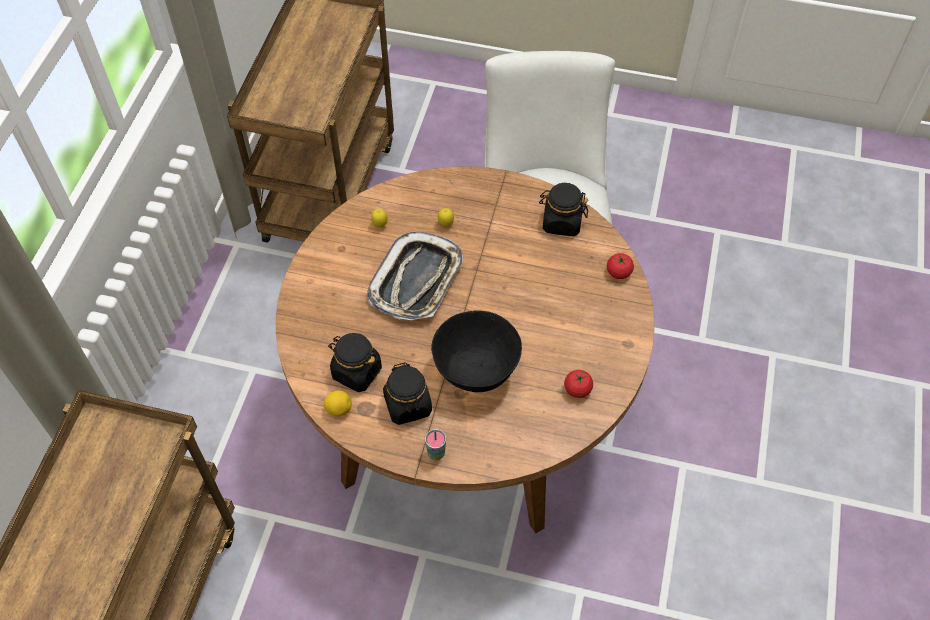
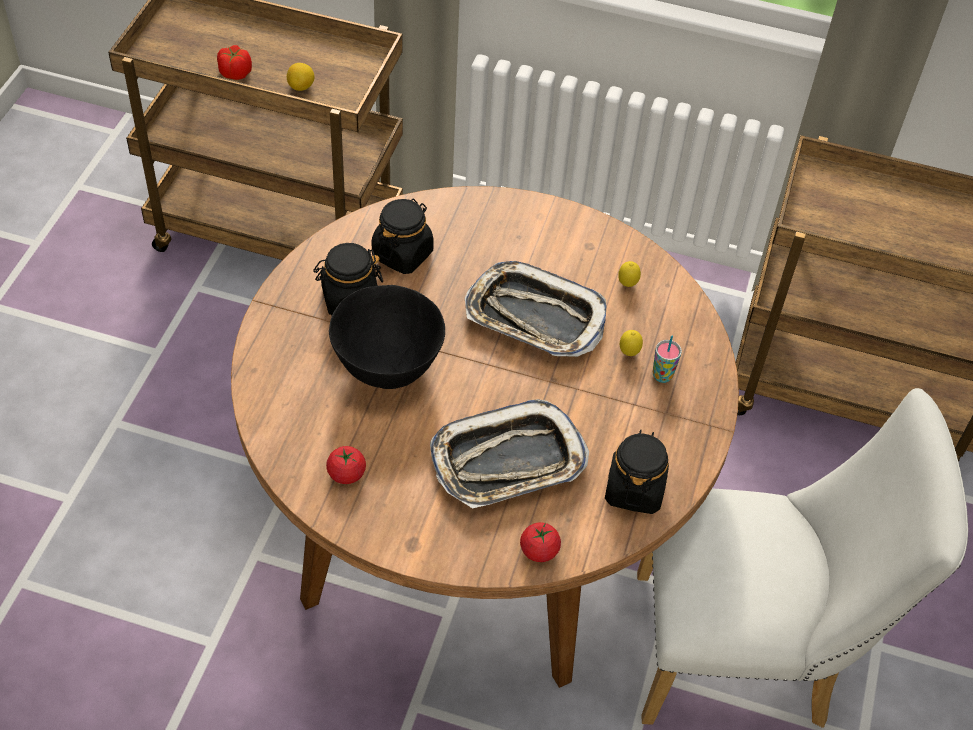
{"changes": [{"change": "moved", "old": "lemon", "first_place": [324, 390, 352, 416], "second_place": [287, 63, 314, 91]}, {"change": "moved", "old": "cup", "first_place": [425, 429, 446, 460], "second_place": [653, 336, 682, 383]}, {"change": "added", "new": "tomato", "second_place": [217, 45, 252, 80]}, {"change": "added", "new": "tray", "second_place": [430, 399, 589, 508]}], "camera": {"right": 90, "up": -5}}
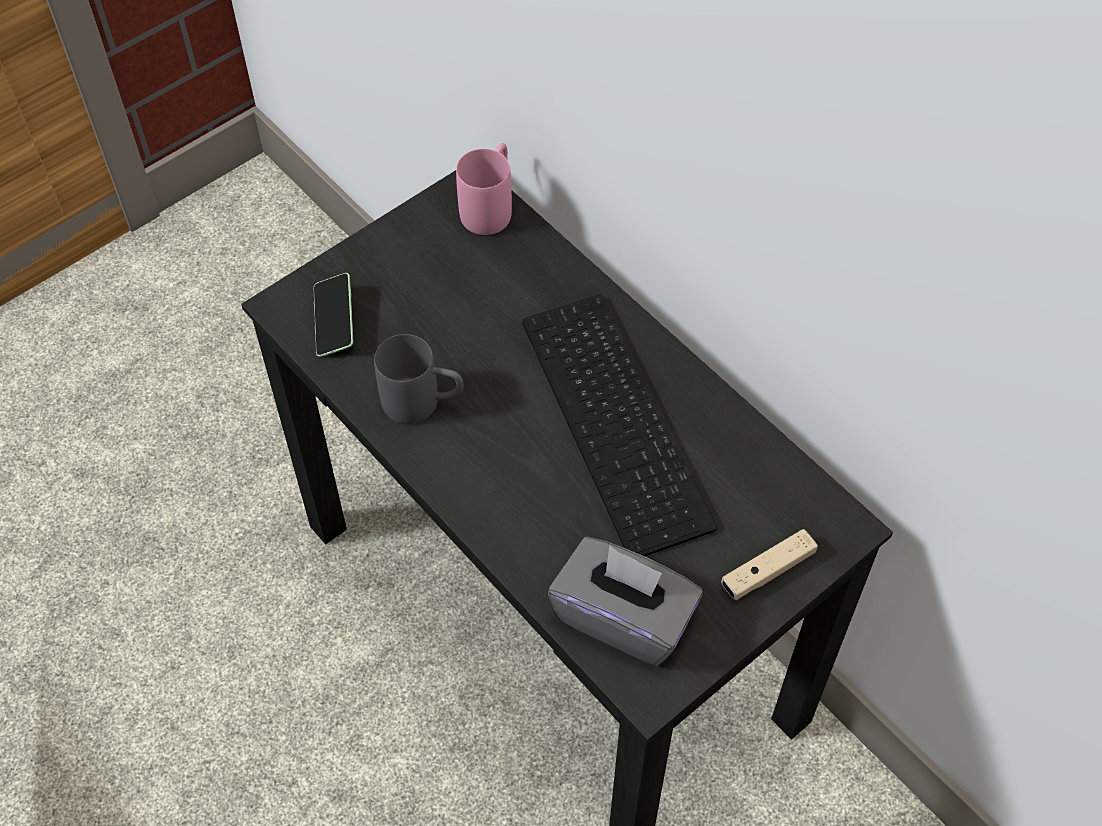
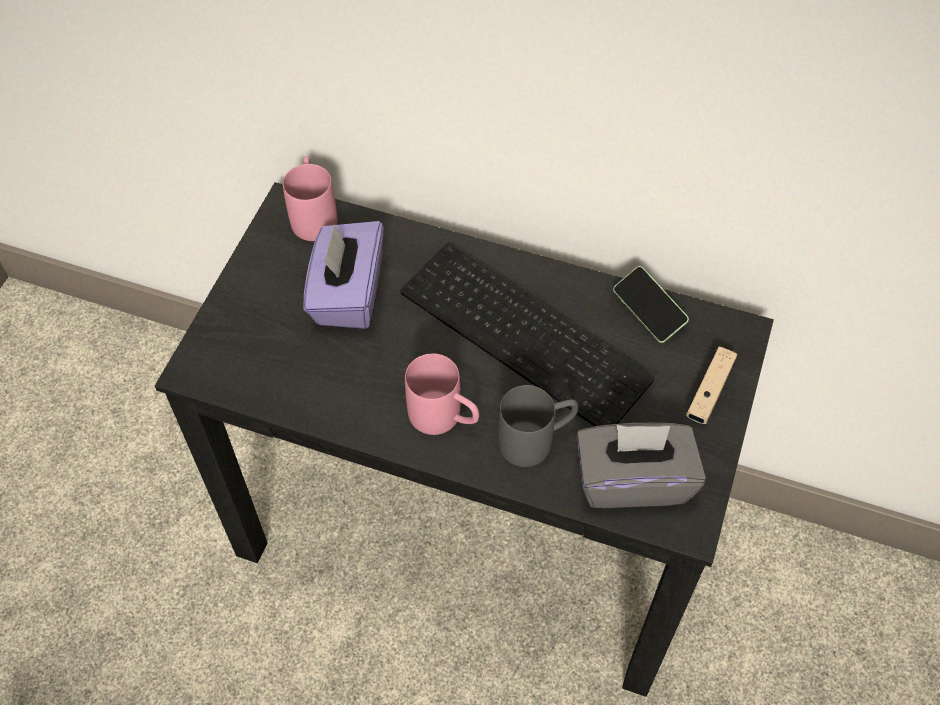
{"changes": [{"change": "moved", "old": "phone", "first_place": [313, 273, 353, 357], "second_place": [613, 266, 689, 343]}, {"change": "moved", "old": "mug/grey", "first_place": [374, 334, 464, 424], "second_place": [498, 385, 578, 467]}, {"change": "added", "new": "tissue box/purple", "second_place": [304, 221, 383, 329]}, {"change": "added", "new": "mug/pink", "second_place": [405, 353, 479, 435]}], "camera": {"right": -30, "up": 0}}
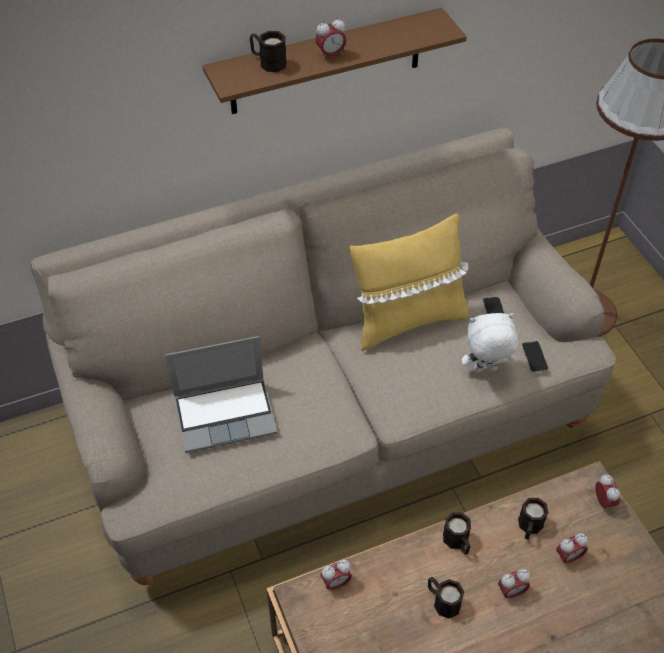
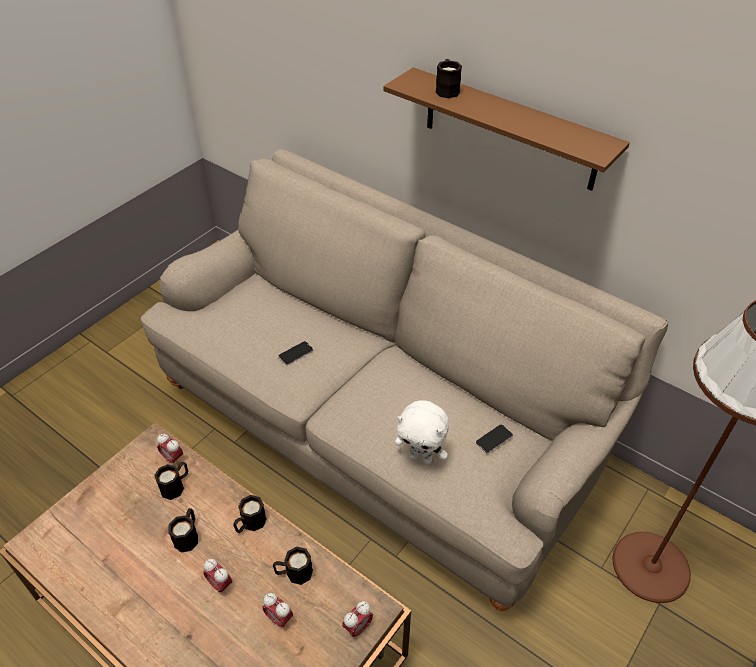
{"changes": [{"change": "removed", "old": "alarm clock", "first_place": [315, 17, 347, 60]}, {"change": "removed", "old": "pillow/yellow", "first_place": [349, 214, 469, 351]}, {"change": "turned", "old": "plush toy/white", "first_place": [461, 313, 518, 372], "second_place": [395, 400, 449, 465], "degrees": 150}, {"change": "removed", "old": "laptop", "first_place": [166, 336, 277, 453]}, {"change": "moved", "old": "phone", "first_place": [522, 341, 548, 373], "second_place": [278, 341, 313, 365]}, {"change": "added", "new": "mug/black", "second_place": [154, 462, 188, 500]}], "camera": {"right": 60, "up": -5}}
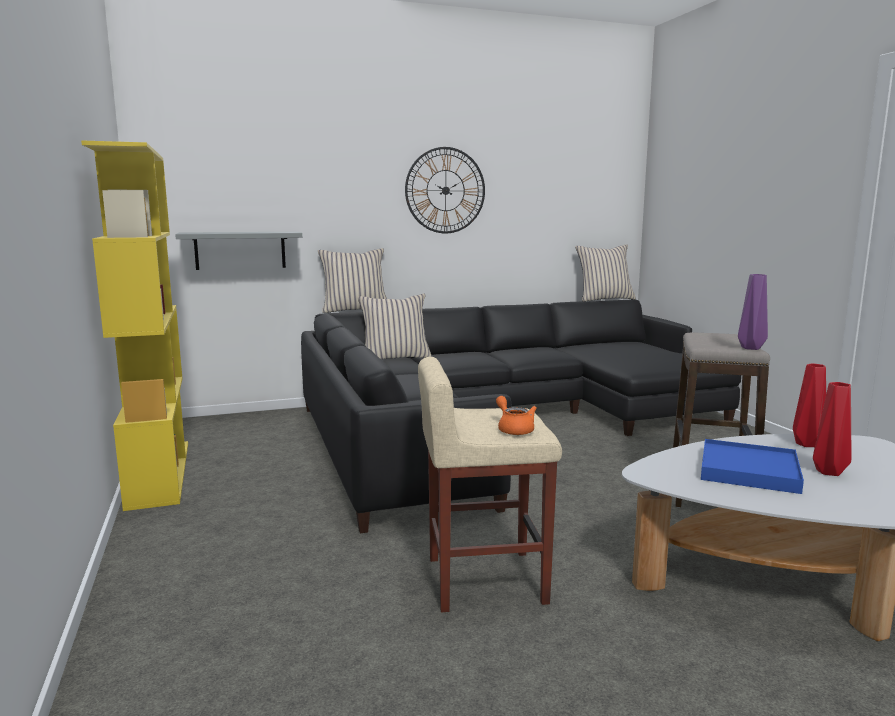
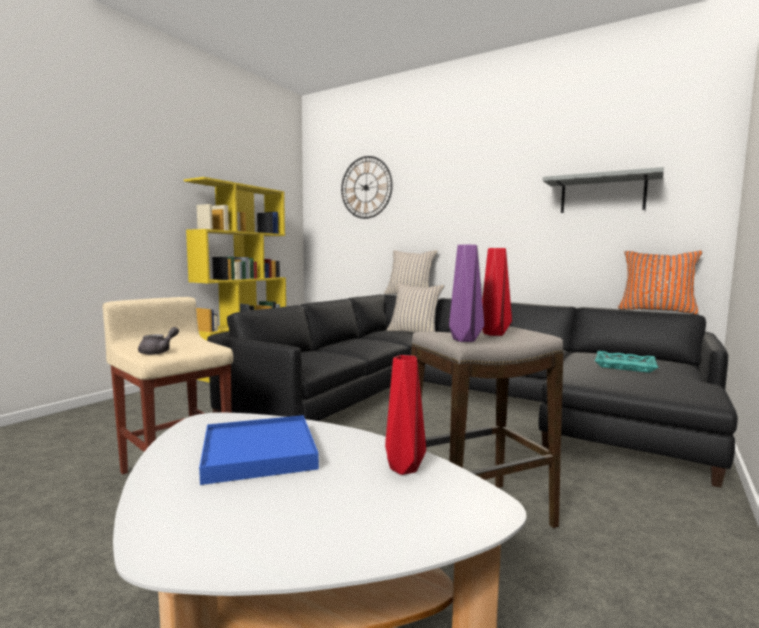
{"changes": [{"change": "moved", "old": "wall clock", "first_place": [405, 147, 485, 234], "second_place": [341, 156, 393, 219]}, {"change": "moved", "old": "shelf/grey", "first_place": [175, 232, 302, 270], "second_place": [543, 167, 664, 213]}, {"change": "recoloured", "old": "pillow/beige", "new": "pillow/orange", "first_place": [575, 244, 636, 302], "second_place": [618, 251, 703, 315]}, {"change": "moved", "old": "vase/red", "first_place": [813, 382, 851, 476], "second_place": [482, 248, 512, 336]}, {"change": "recoloured", "old": "teapot/orange", "new": "teapot/grey", "first_place": [496, 396, 537, 435], "second_place": [138, 327, 179, 355]}, {"change": "added", "new": "tray/turquoise", "second_place": [595, 351, 659, 373]}], "camera": {"right": 50, "up": -5}}
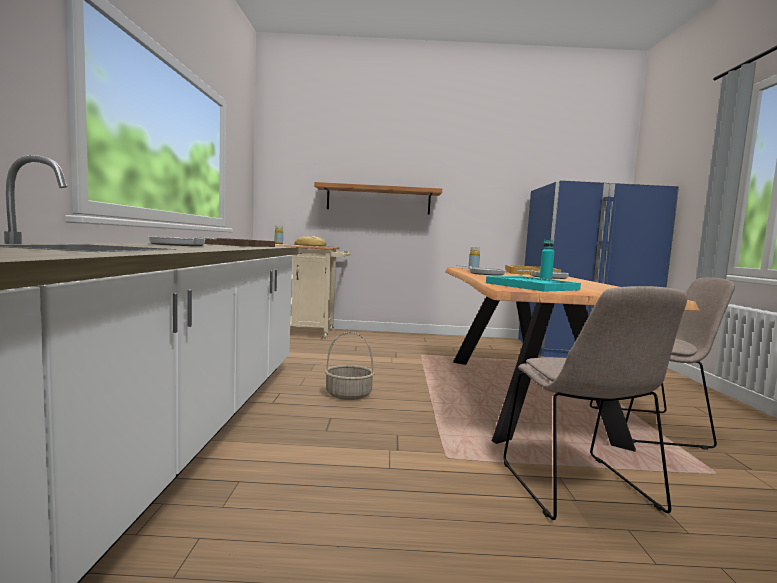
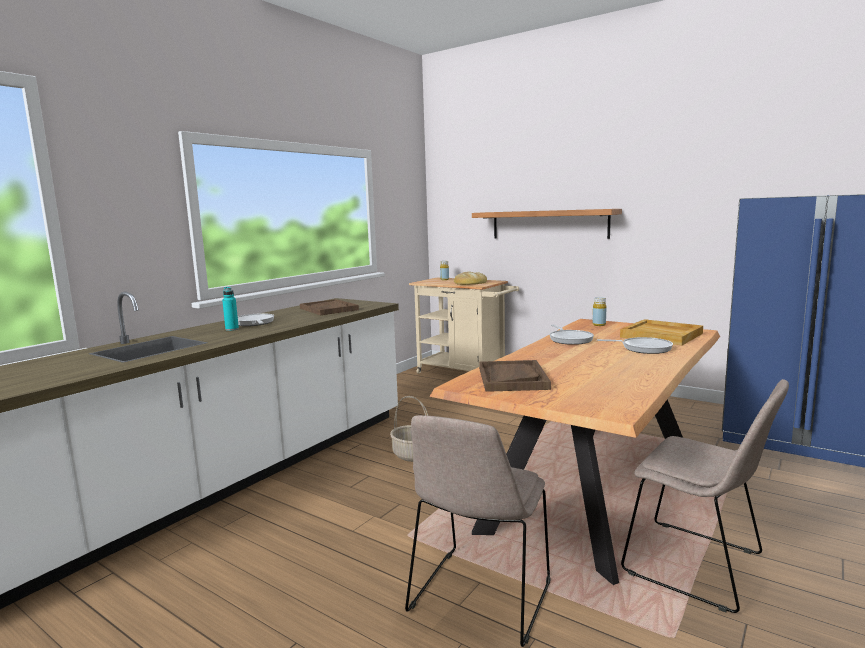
{"changes": [{"change": "moved", "old": "bottle/turquoise", "first_place": [540, 240, 555, 280], "second_place": [222, 287, 239, 331]}, {"change": "recoloured", "old": "tray/turquoise", "new": "tray/brown", "first_place": [486, 276, 581, 292], "second_place": [479, 360, 551, 392]}], "camera": {"right": 35, "up": 5}}
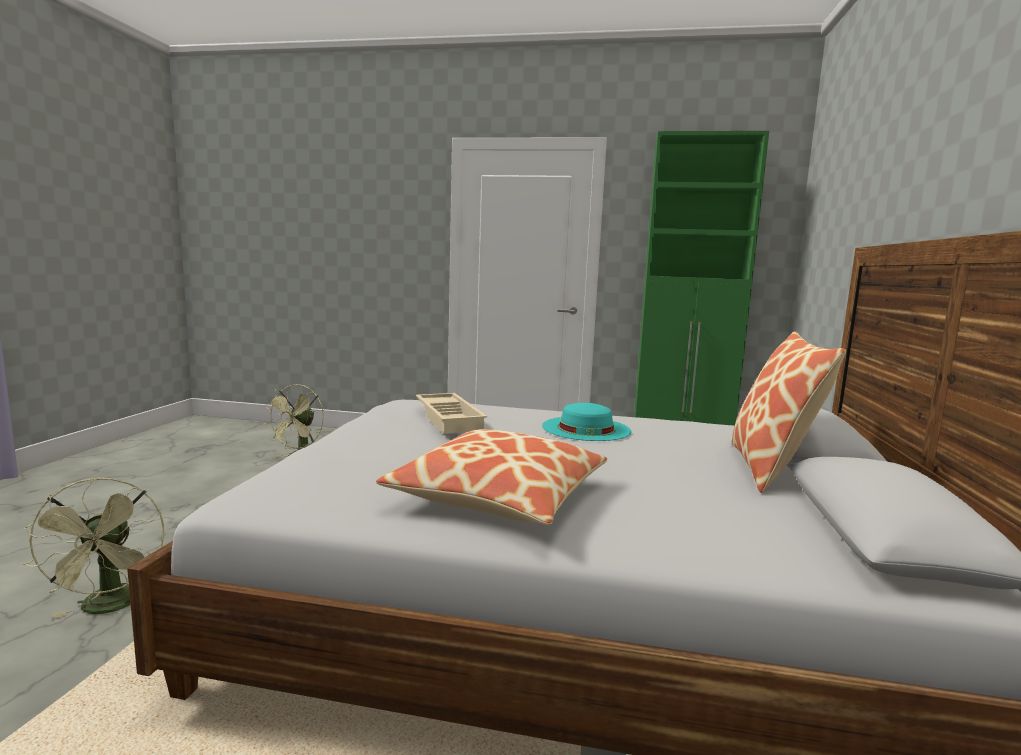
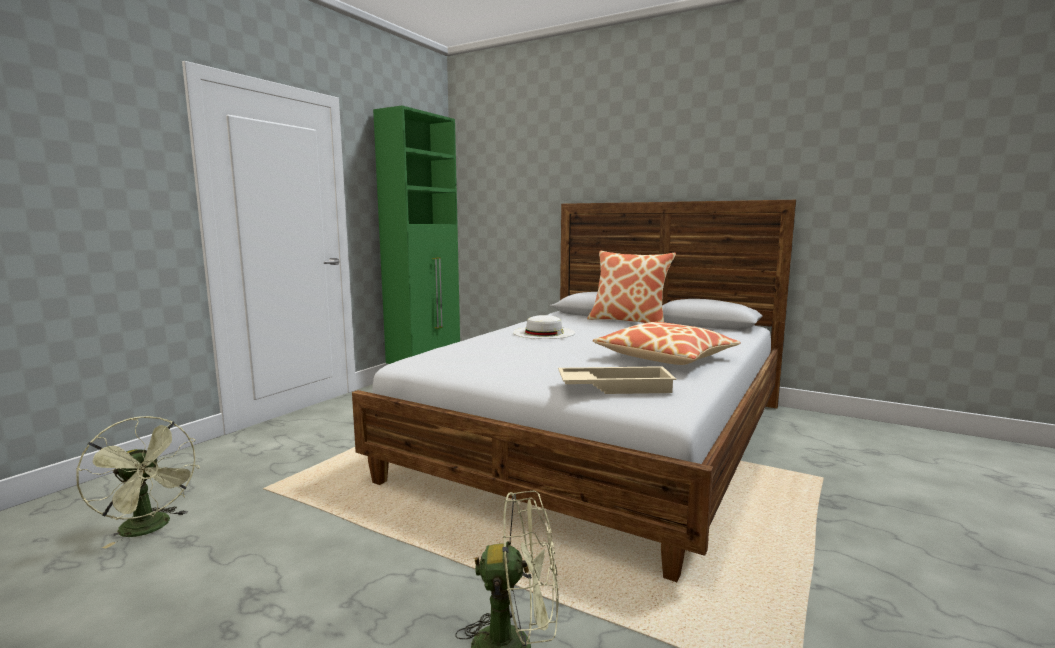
{"changes": [{"change": "moved", "old": "tray/beige", "first_place": [416, 393, 487, 434], "second_place": [558, 366, 676, 394]}, {"change": "recoloured", "old": "hat/turquoise", "new": "hat/white", "first_place": [542, 403, 631, 441], "second_place": [513, 315, 575, 339]}], "camera": {"right": -70, "up": 0}}
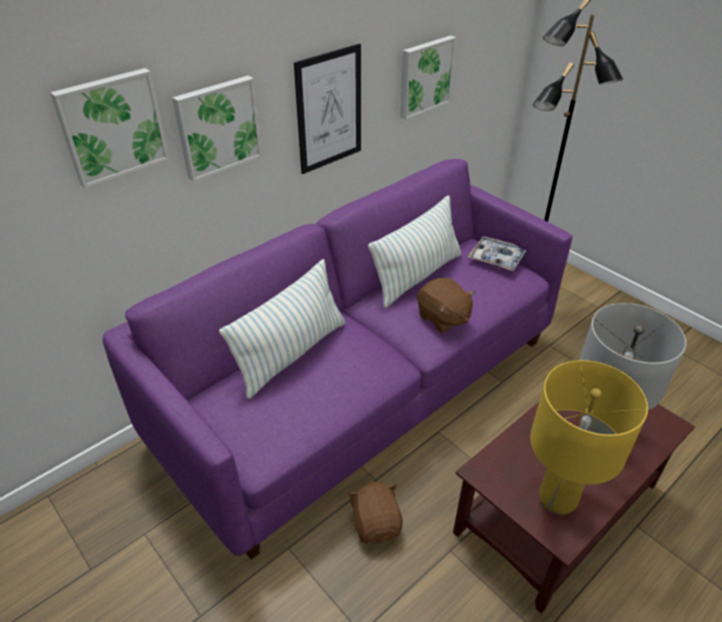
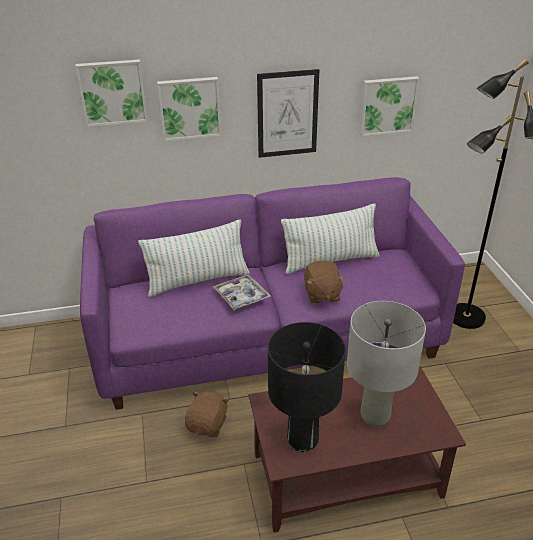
{"changes": [{"change": "moved", "old": "tray", "first_place": [468, 236, 526, 272], "second_place": [213, 275, 271, 310]}, {"change": "recoloured", "old": "table lamp/yellow", "new": "table lamp/black", "first_place": [530, 360, 648, 515], "second_place": [268, 322, 346, 452]}], "camera": {"right": 30, "up": -5}}
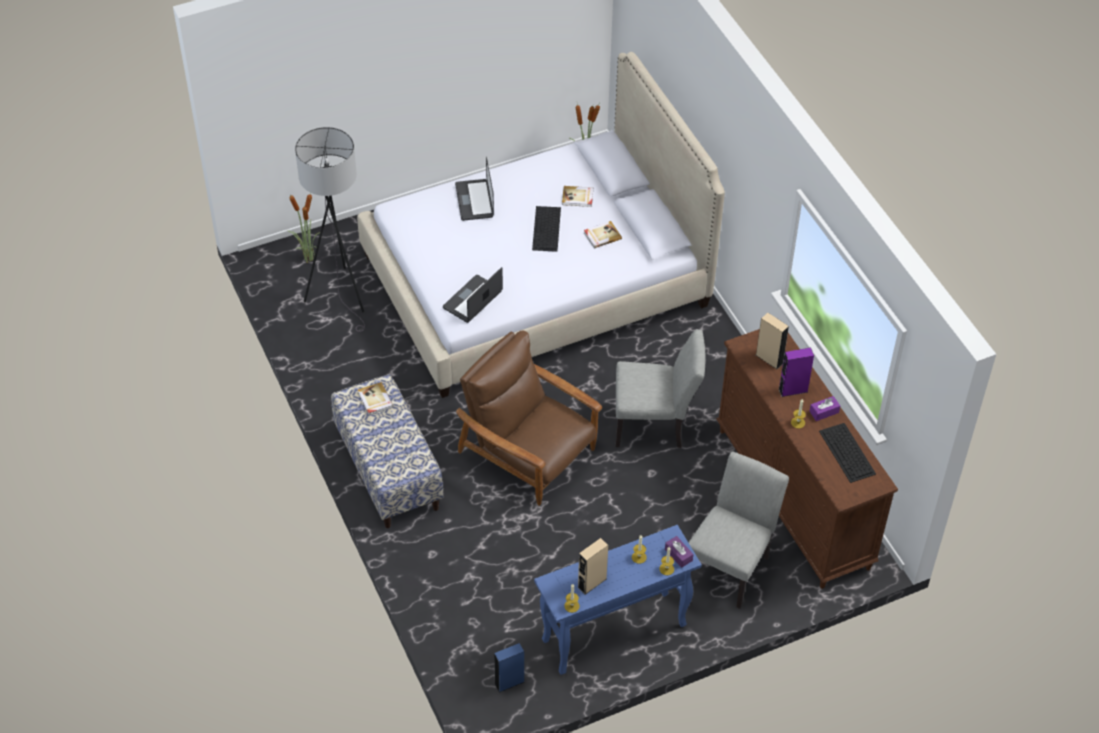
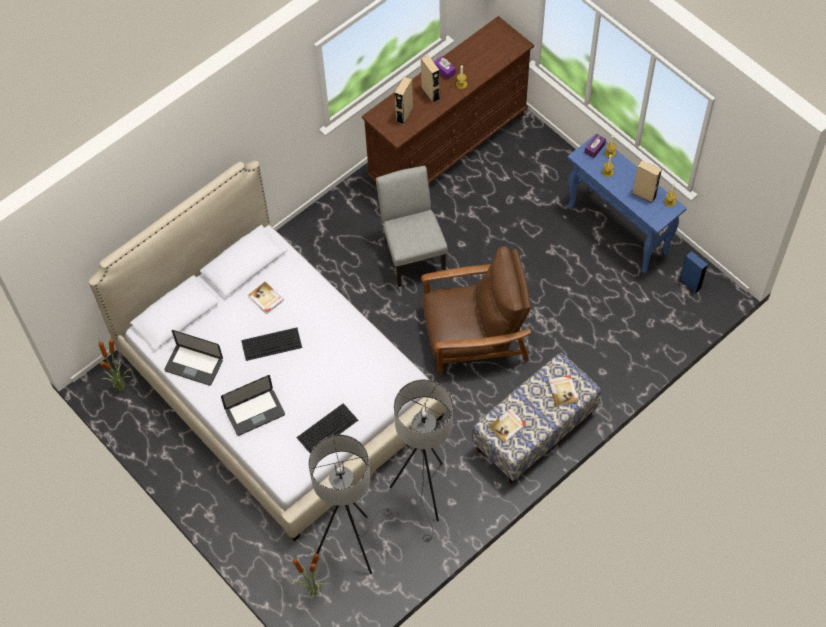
{"changes": [{"change": "moved", "old": "book", "first_place": [562, 186, 593, 207], "second_place": [548, 375, 578, 407]}, {"change": "moved", "old": "laptop", "first_place": [443, 267, 503, 323], "second_place": [164, 330, 223, 386]}, {"change": "turned", "old": "armchair/brown", "first_place": [456, 331, 602, 506], "second_place": [421, 246, 531, 374], "degrees": -120}, {"change": "recoloured", "old": "speaker/purple", "new": "speaker/beige", "first_place": [779, 348, 814, 397], "second_place": [421, 55, 440, 103]}, {"change": "moved", "old": "keyboard", "first_place": [819, 423, 876, 483], "second_place": [296, 403, 358, 453]}, {"change": "removed", "old": "chair/grey", "first_place": [688, 451, 789, 609]}, {"change": "added", "new": "floor lamp/grey", "second_place": [390, 379, 453, 542]}], "camera": {"right": -105, "up": 10}}
